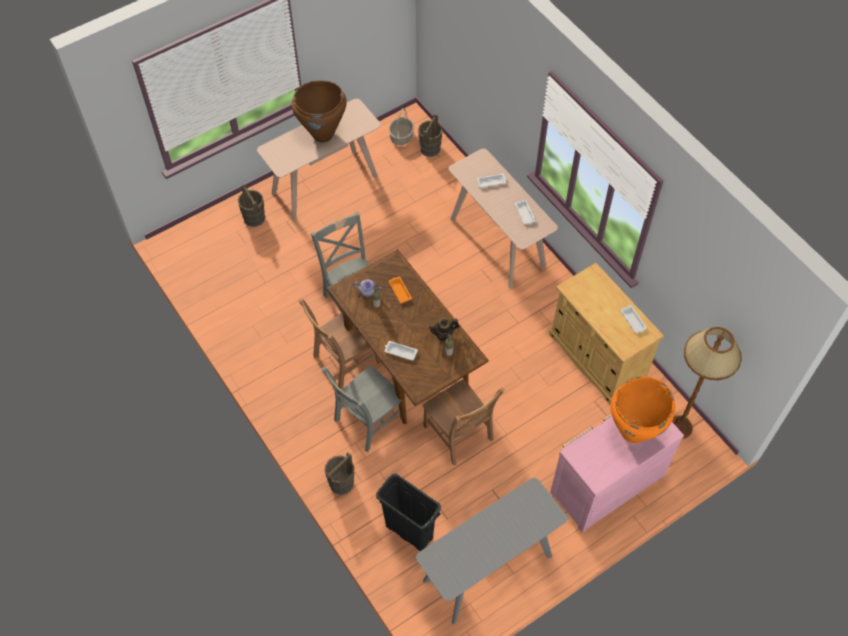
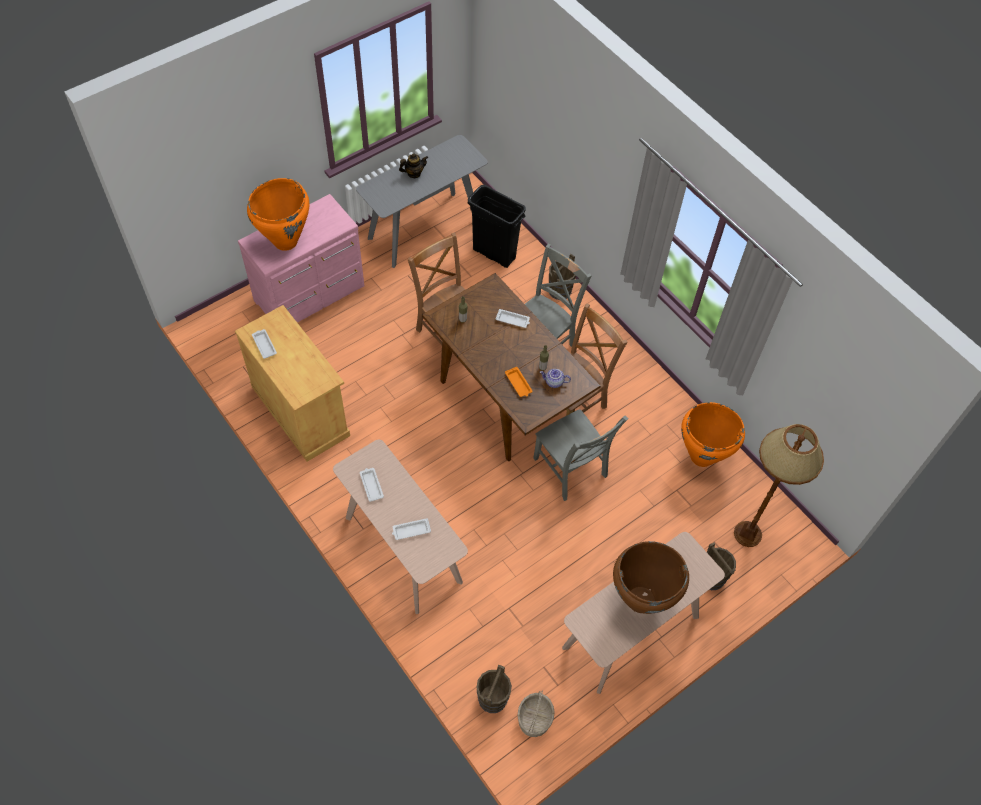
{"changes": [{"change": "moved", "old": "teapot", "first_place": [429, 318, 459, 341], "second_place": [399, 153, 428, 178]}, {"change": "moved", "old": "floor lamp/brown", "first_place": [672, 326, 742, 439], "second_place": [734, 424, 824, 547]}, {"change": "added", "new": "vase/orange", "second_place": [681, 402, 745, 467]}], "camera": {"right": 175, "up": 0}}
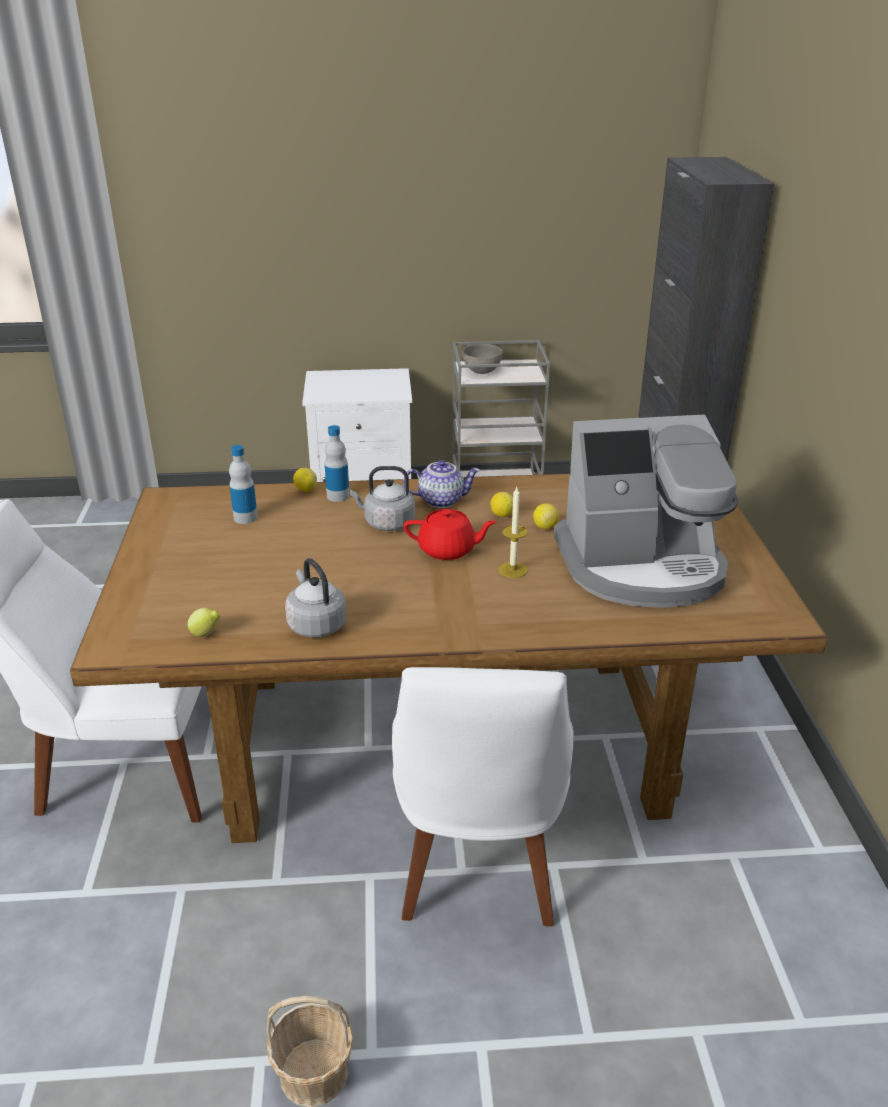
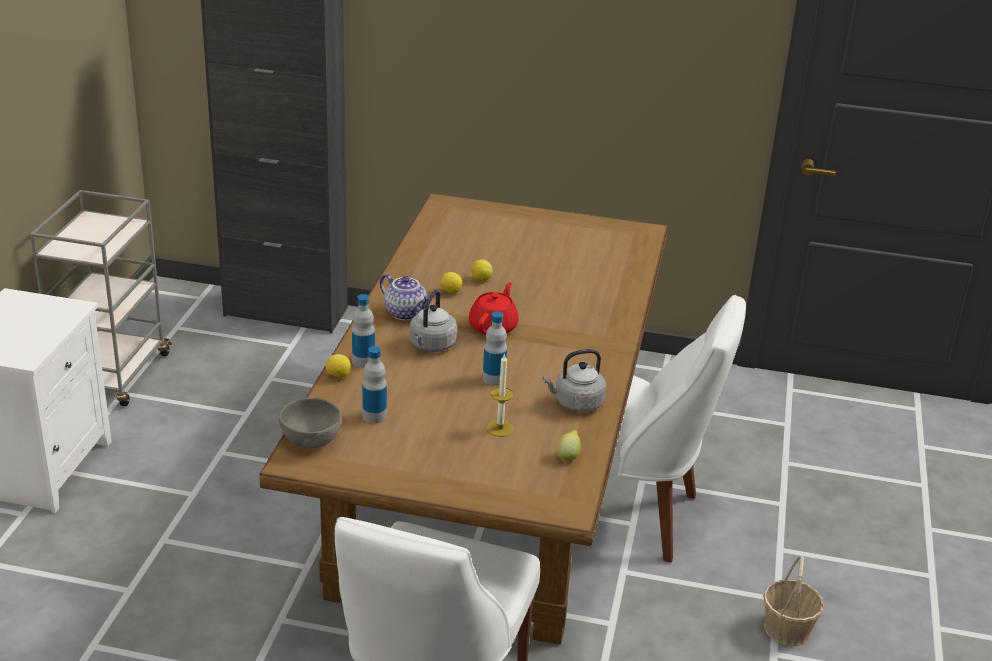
{"changes": [{"change": "moved", "old": "bowl/grey", "first_place": [462, 344, 503, 374], "second_place": [279, 398, 342, 448]}, {"change": "removed", "old": "coffee machine", "first_place": [554, 415, 739, 608]}, {"change": "turned", "old": "teapot", "first_place": [403, 460, 480, 508], "second_place": [380, 274, 429, 321], "degrees": 120}, {"change": "moved", "old": "candle", "first_place": [499, 487, 528, 578], "second_place": [487, 353, 514, 437]}, {"change": "added", "new": "bottle", "second_place": [483, 311, 507, 386]}], "camera": {"right": -75, "up": 0}}
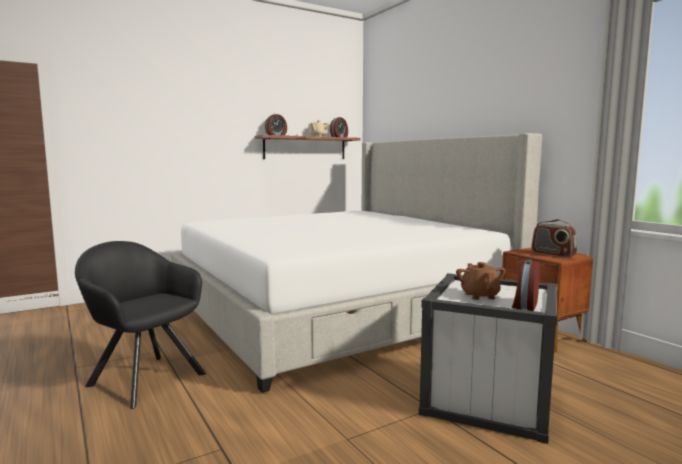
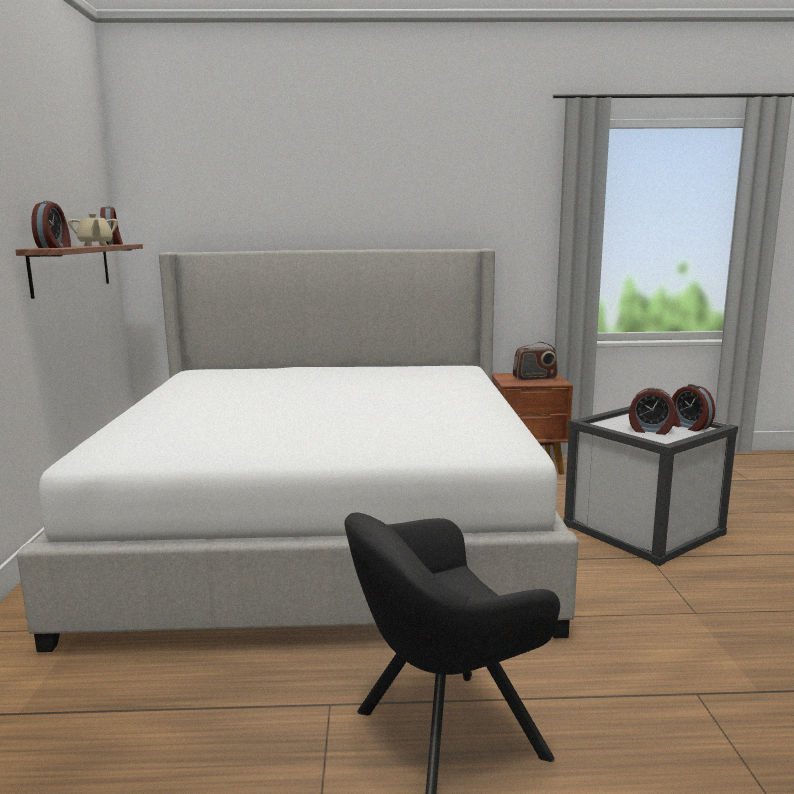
{"changes": [{"change": "replaced", "old": "teapot/brown", "new": "alarm clock", "first_place": [456, 262, 506, 300], "second_place": [629, 387, 676, 435]}], "camera": {"right": -60, "up": 5}}
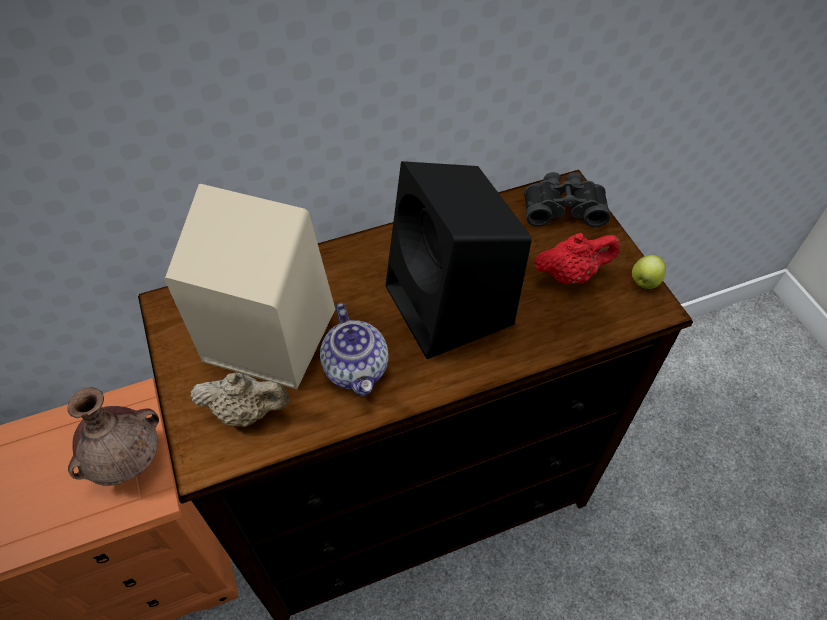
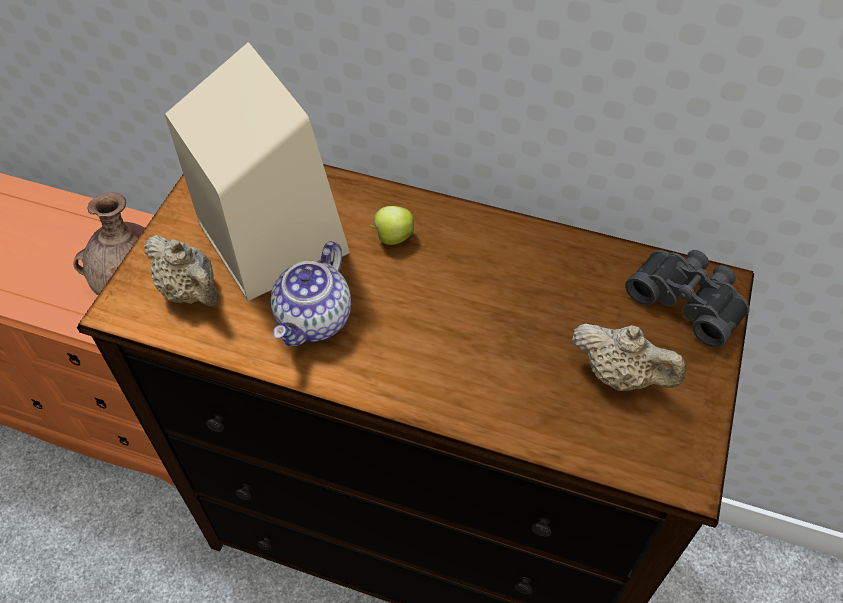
{"changes": [{"change": "removed", "old": "speaker/black", "first_place": [386, 161, 532, 359]}, {"change": "recoloured", "old": "teapot/red", "new": "teapot/beige", "first_place": [534, 233, 620, 284], "second_place": [572, 323, 686, 391]}, {"change": "moved", "old": "apple", "first_place": [632, 255, 666, 289], "second_place": [370, 206, 414, 245]}], "camera": {"right": 40, "up": 0}}
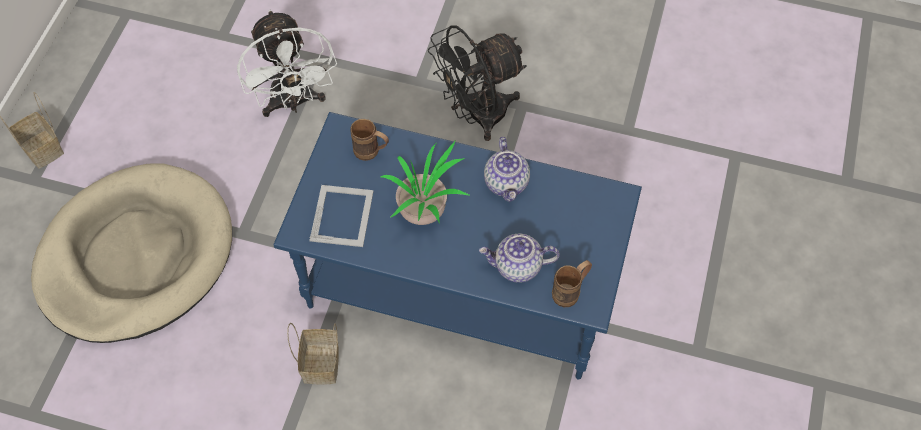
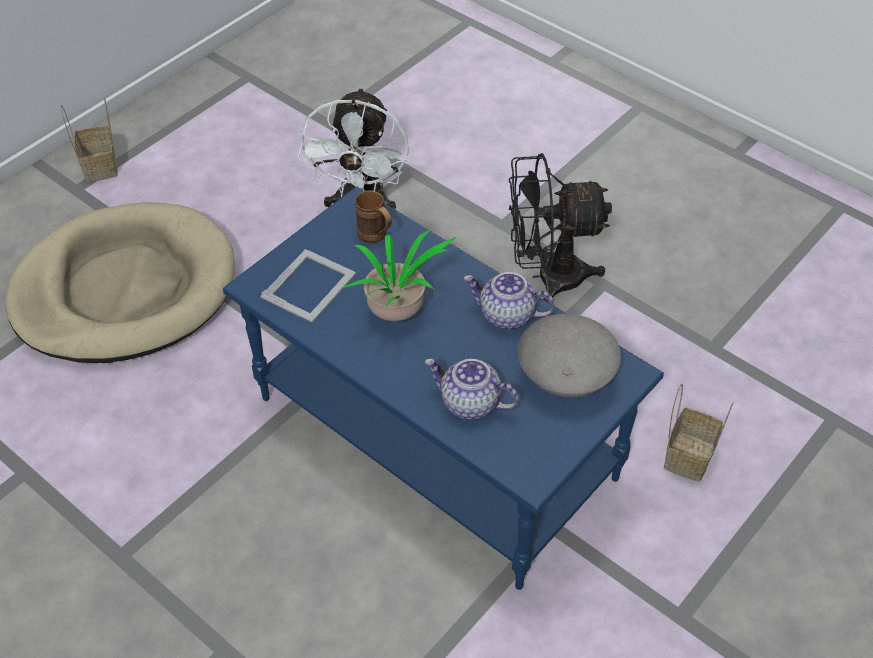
{"changes": [{"change": "turned", "old": "teapot", "first_place": [484, 137, 530, 202], "second_place": [464, 272, 555, 329], "degrees": 90}, {"change": "removed", "old": "mug/brown", "first_place": [552, 260, 592, 307]}, {"change": "moved", "old": "basket", "first_place": [287, 323, 339, 385], "second_place": [664, 384, 733, 482]}, {"change": "added", "new": "bowl/grey", "second_place": [518, 314, 621, 397]}], "camera": {"right": 25, "up": -10}}
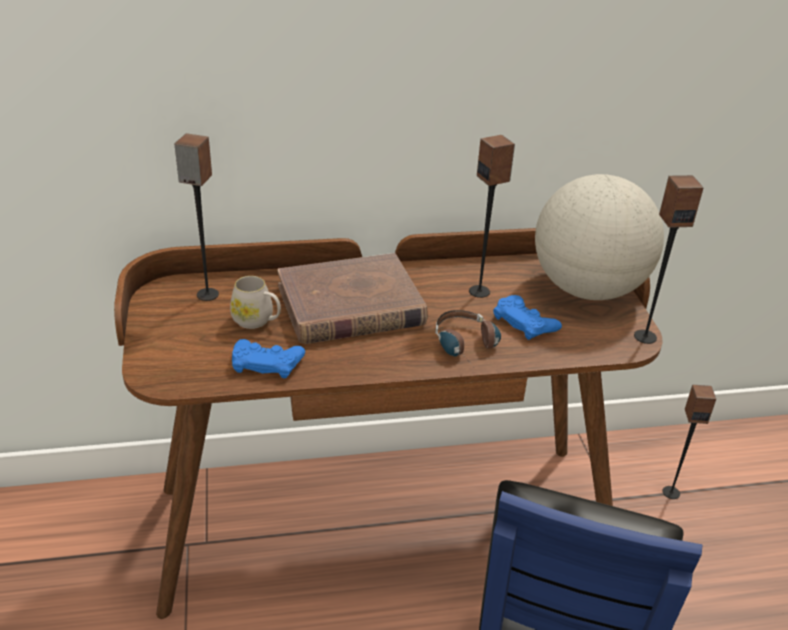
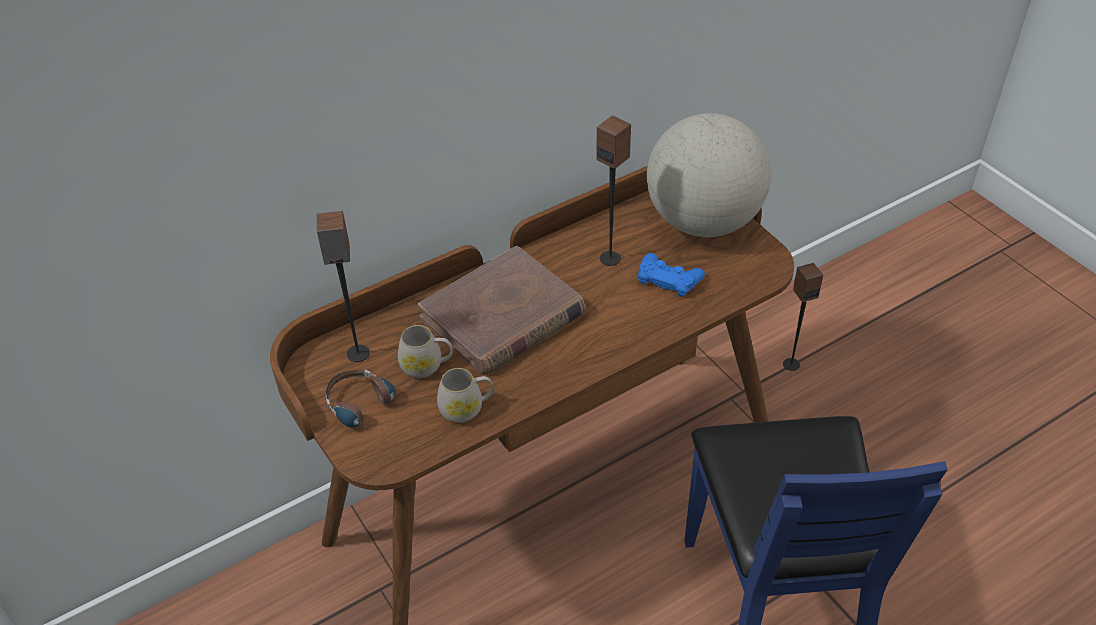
{"changes": [{"change": "removed", "old": "speaker", "first_place": [634, 175, 703, 344]}, {"change": "moved", "old": "headphones", "first_place": [435, 310, 501, 366], "second_place": [326, 370, 395, 435]}, {"change": "replaced", "old": "game controller/blue", "new": "mug/white", "first_place": [232, 339, 305, 378], "second_place": [437, 368, 493, 423]}], "camera": {"right": -20, "up": 10}}
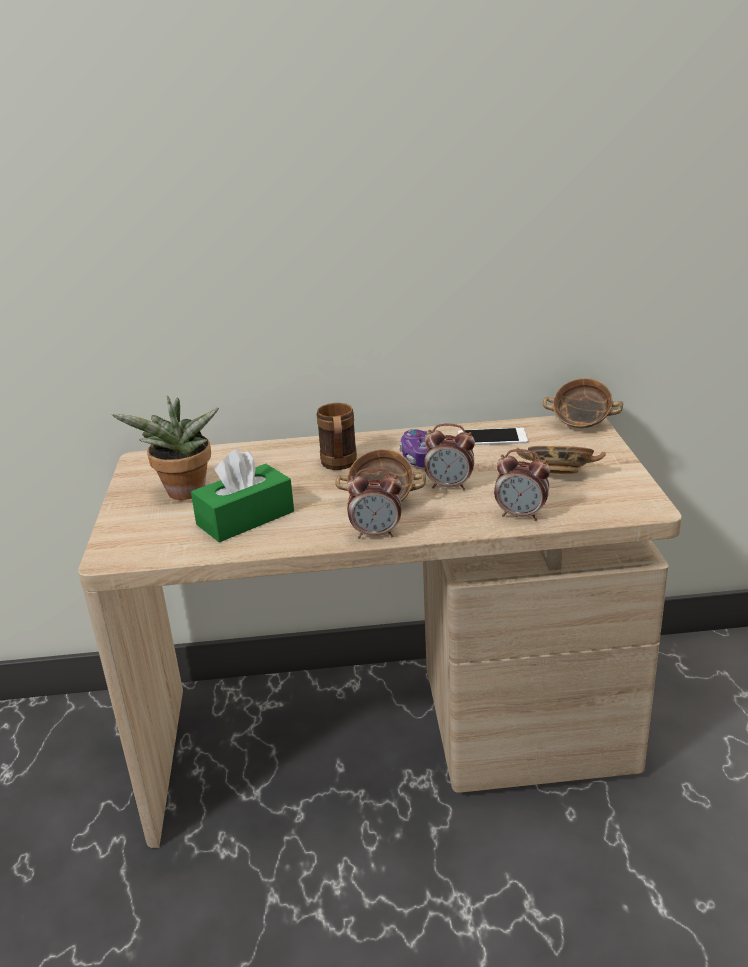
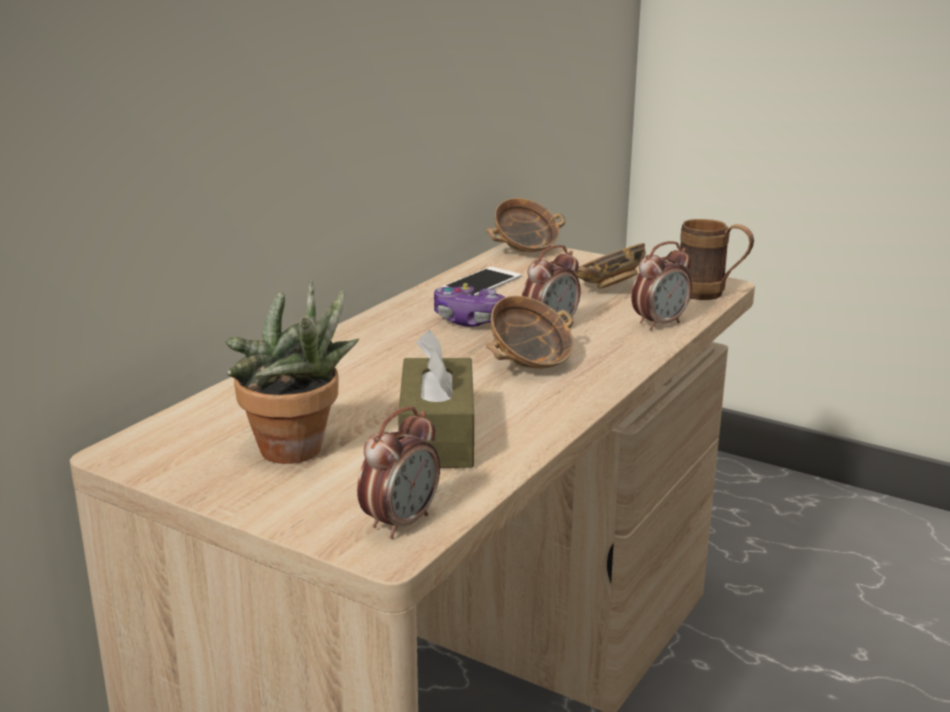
{"changes": [{"change": "moved", "old": "mug/brown", "first_place": [317, 403, 357, 470], "second_place": [680, 219, 754, 300]}, {"change": "recoloured", "old": "tissue box/green", "new": "tissue box/brown", "first_place": [191, 449, 294, 542], "second_place": [398, 330, 474, 468]}, {"change": "moved", "old": "alarm clock", "first_place": [347, 468, 402, 539], "second_place": [357, 406, 440, 539]}], "camera": {"right": -55, "up": -5}}
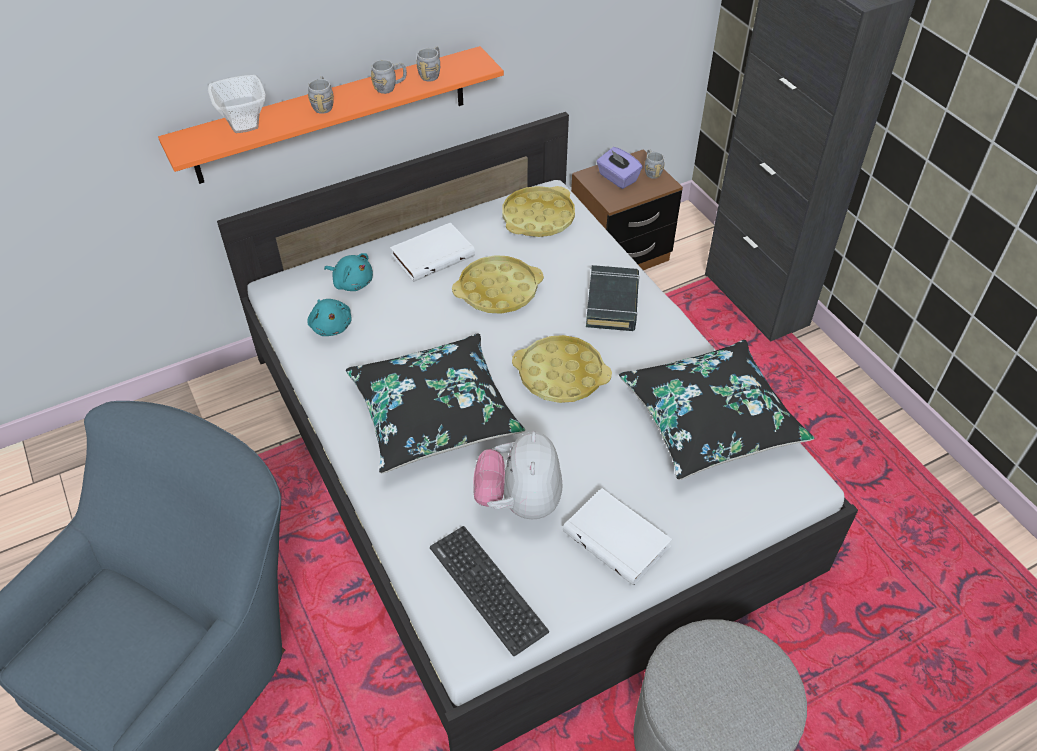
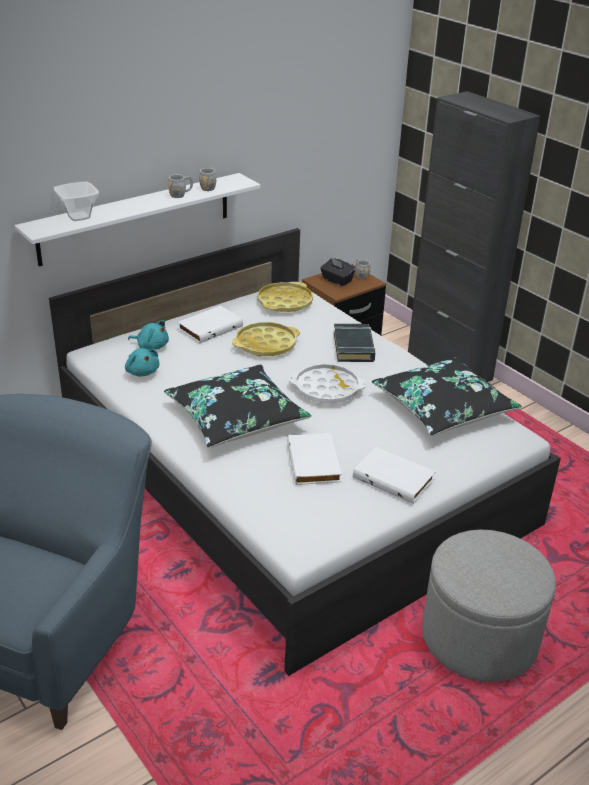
{"changes": [{"change": "recoloured", "old": "shelf/orange", "new": "shelf/white", "first_place": [158, 46, 504, 184], "second_place": [14, 173, 261, 266]}, {"change": "removed", "old": "mug/grey", "first_place": [308, 76, 334, 114]}, {"change": "recoloured", "old": "tissue box/purple", "new": "tissue box/black", "first_place": [597, 147, 643, 189], "second_place": [320, 257, 356, 286]}, {"change": "recoloured", "old": "tray/yellow", "new": "tray/white", "first_place": [512, 335, 612, 403], "second_place": [289, 364, 366, 403]}, {"change": "replaced", "old": "plush toy", "new": "book/white", "first_place": [473, 431, 563, 519], "second_place": [287, 433, 341, 485]}, {"change": "removed", "old": "keyboard", "first_place": [430, 526, 549, 656]}], "camera": {"right": -10, "up": -15}}
